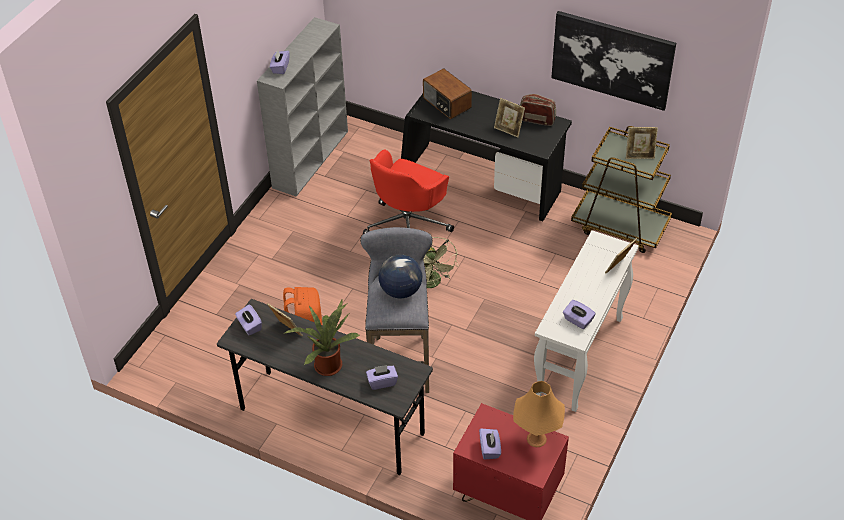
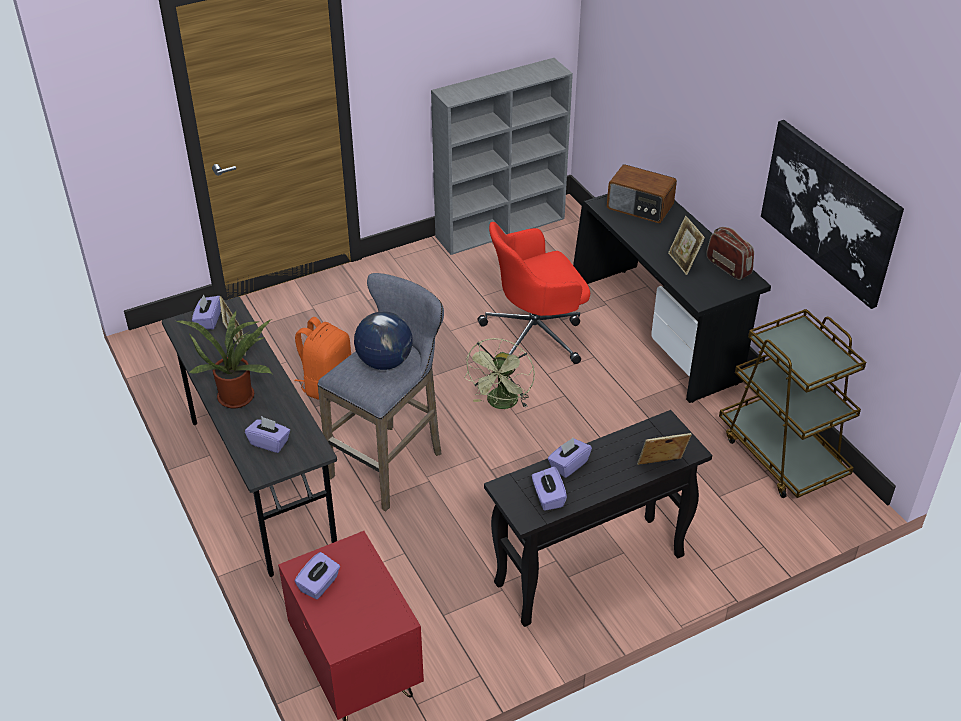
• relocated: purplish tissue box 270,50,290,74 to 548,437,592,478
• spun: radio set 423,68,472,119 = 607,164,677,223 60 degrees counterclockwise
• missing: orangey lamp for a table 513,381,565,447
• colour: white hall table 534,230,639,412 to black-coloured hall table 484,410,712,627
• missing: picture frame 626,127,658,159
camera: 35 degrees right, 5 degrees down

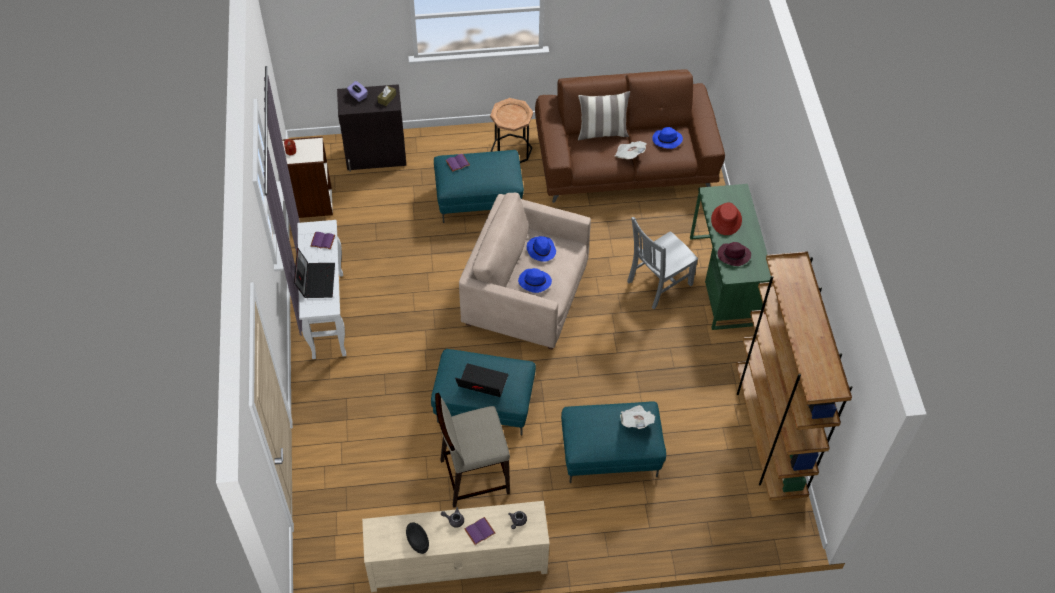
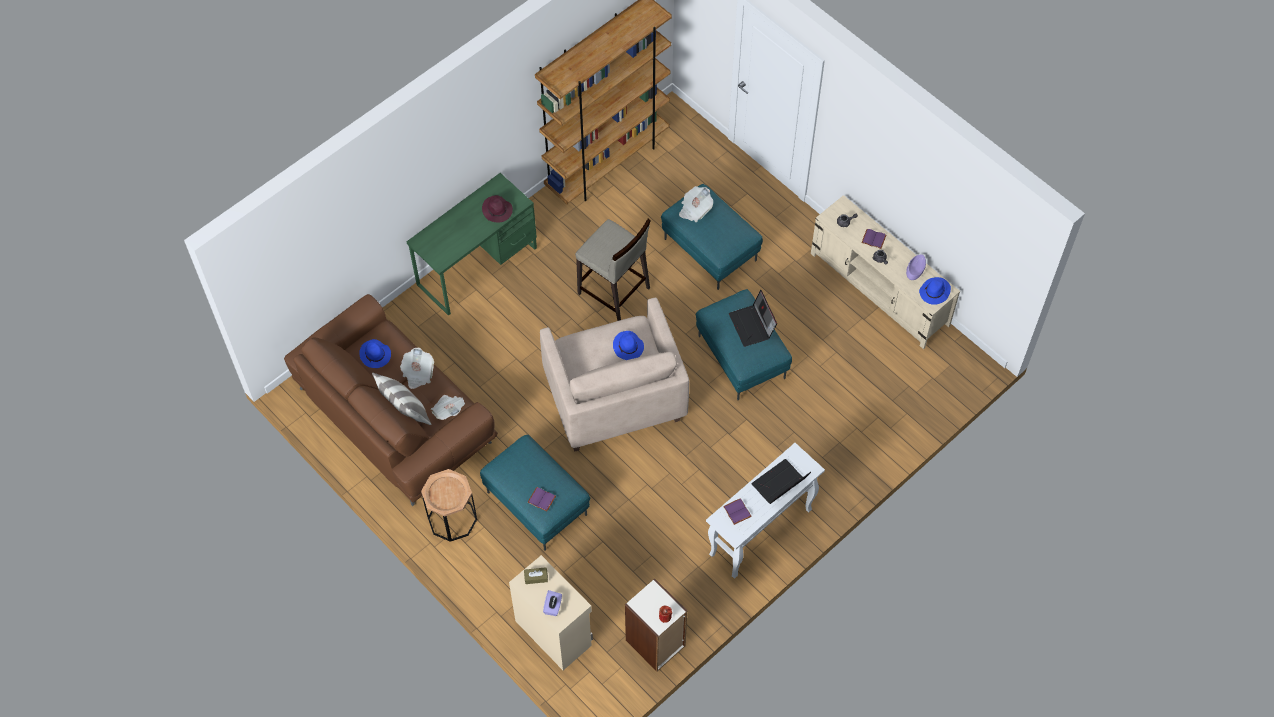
• colour: black-coloured cabinet 337,84,406,171 to beige-coloured cabinet 509,555,593,670
• colour: black-coloured serving bowl 406,522,429,554 to purplish serving bowl 906,254,926,280
• relocated: beige-coloured stool 435,393,510,508 to 575,219,651,321
• relocated: blue-coloured wearable hat 527,236,556,262 to 919,277,951,305
• missing: gray upright chair 627,217,698,309
• missing: reddish wearable hat 711,203,742,235
• appeared: daily paper 431,395,465,420
camera: 125 degrees left, 5 degrees up

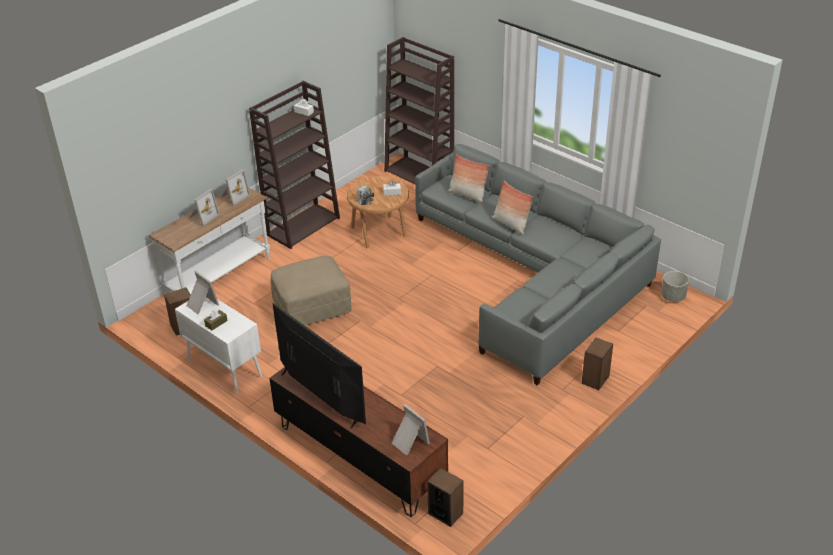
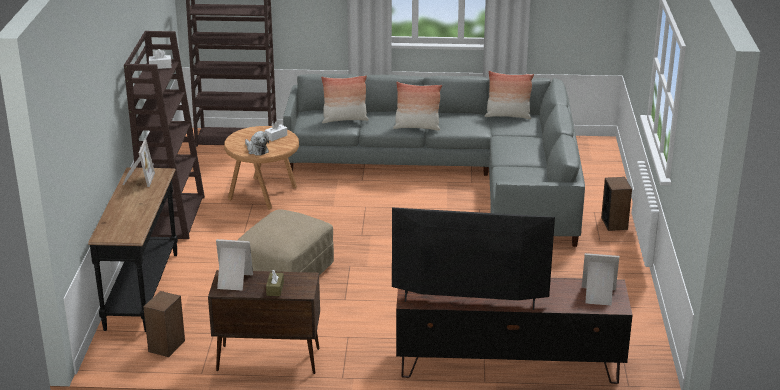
• colour: white hall table 148,187,270,294 to black-coloured hall table 88,167,178,332
• colour: white cabinet 175,297,262,394 to brown cabinet 208,270,320,374
• missing: picture frame 190,189,220,226
• missing: audio speaker 427,468,464,527
• missing: gray flower pot 661,271,689,302
• appeared: cushion 485,71,534,119
camera: 40 degrees left, 10 degrees down

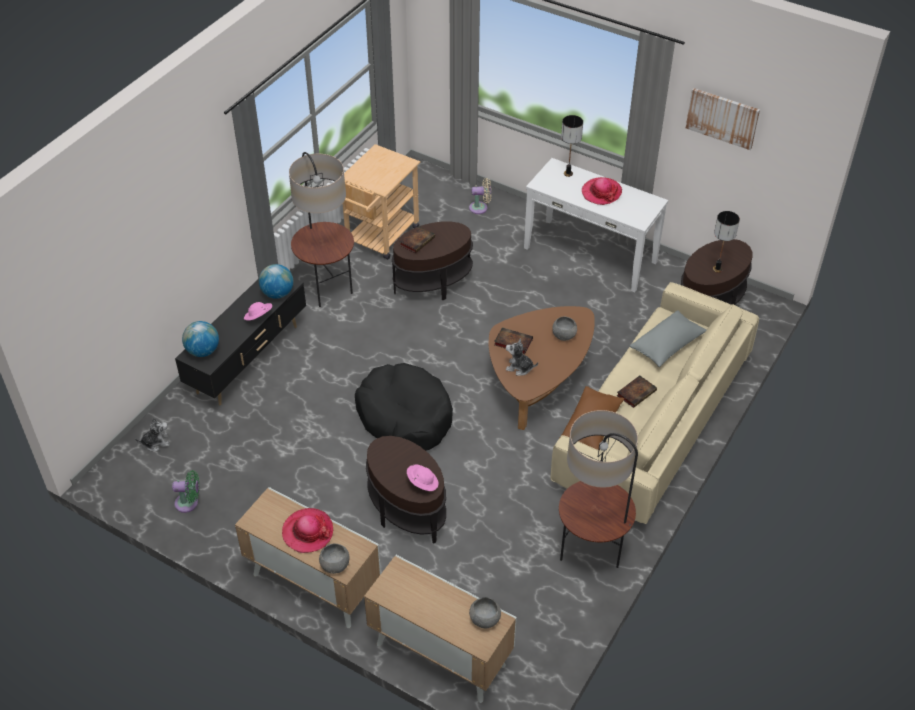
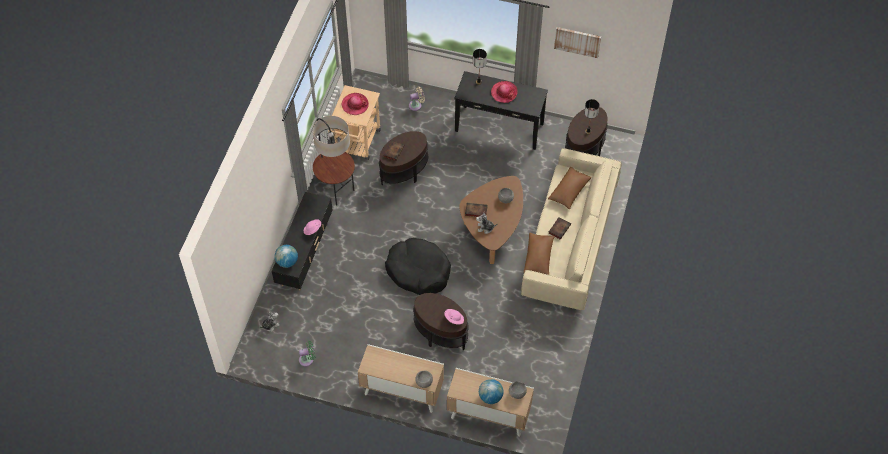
• relocated: world globe 259,264,293,299 to 479,379,503,404
• relocated: wearable hat 282,508,333,553 to 341,93,369,115
• colour: white hall table 524,158,668,292 to black-coloured hall table 455,71,548,150
• missing: standing lamp 559,410,638,568
• colour: gray cushion 629,310,707,367 to brown cushion 548,167,592,209
camera: 15 degrees left, 10 degrees up

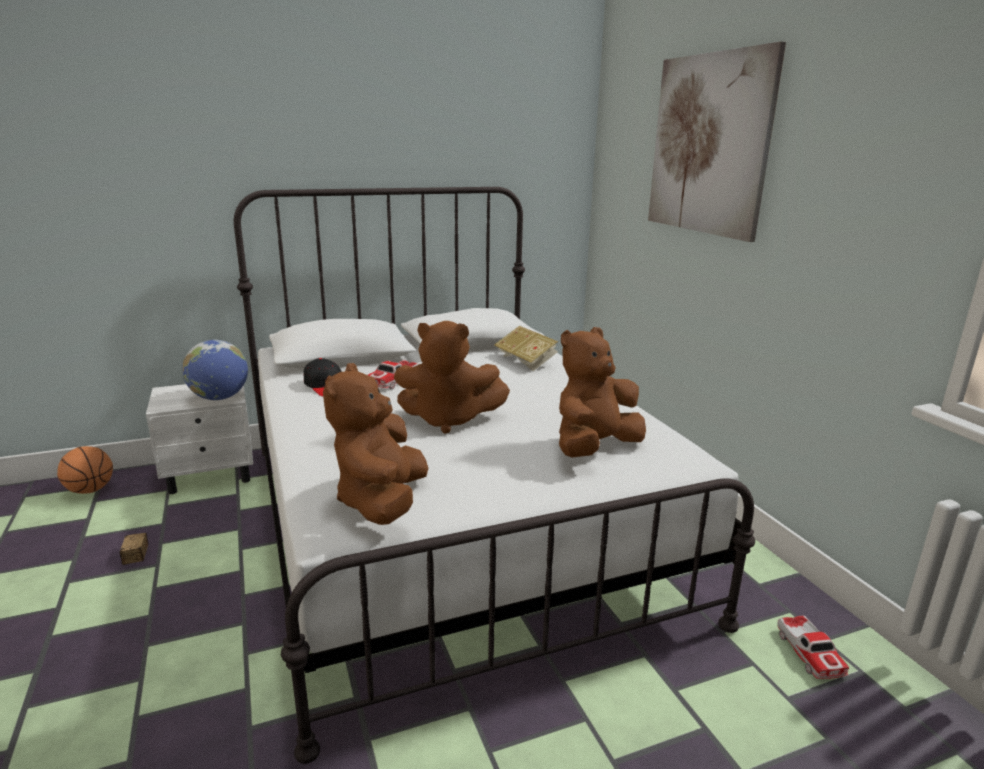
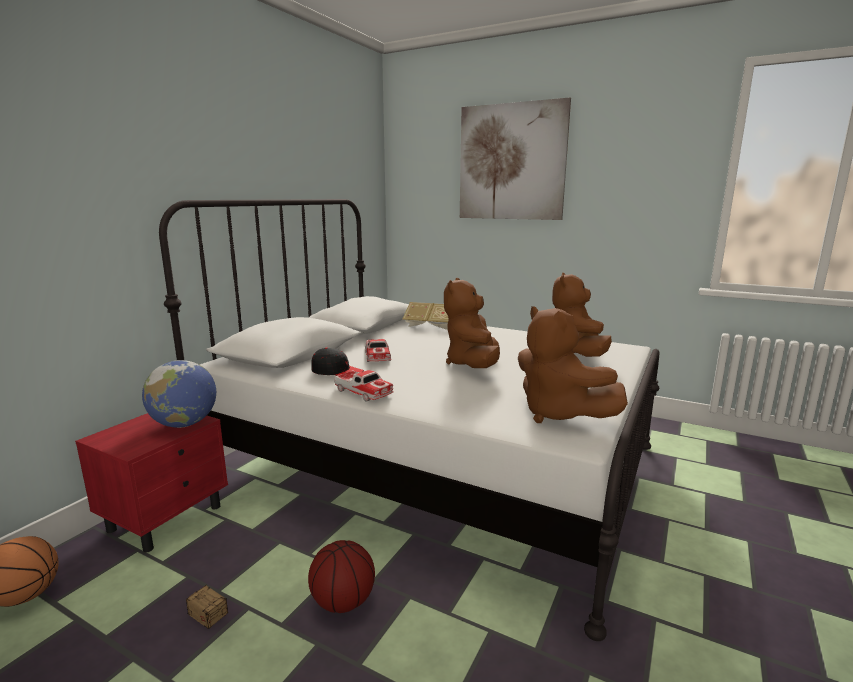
• colour: white nightstand 146,384,253,494 to reddish nightstand 75,413,228,553
• spun: brown plush toy 394,321,510,434 = 444,278,500,368 135 degrees clockwise
• relocated: miniature car 777,616,849,679 to 334,370,394,402
• appeared: basketball ball 308,540,375,613
camera: 40 degrees left, 5 degrees down

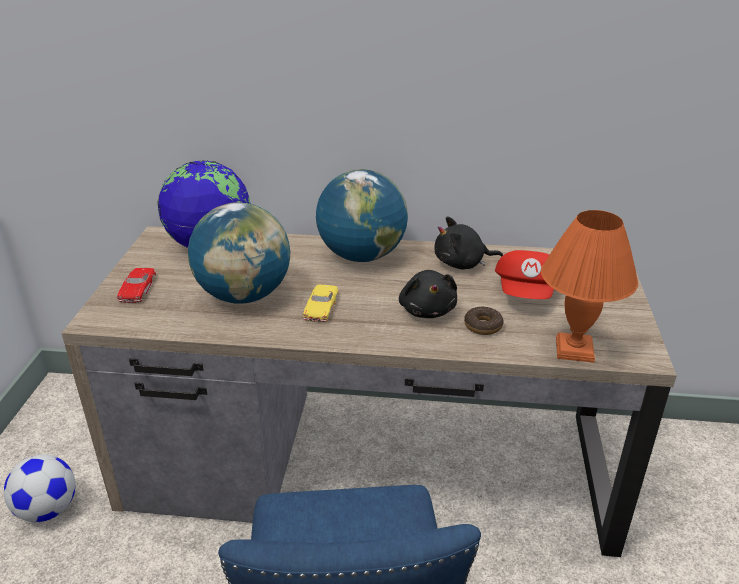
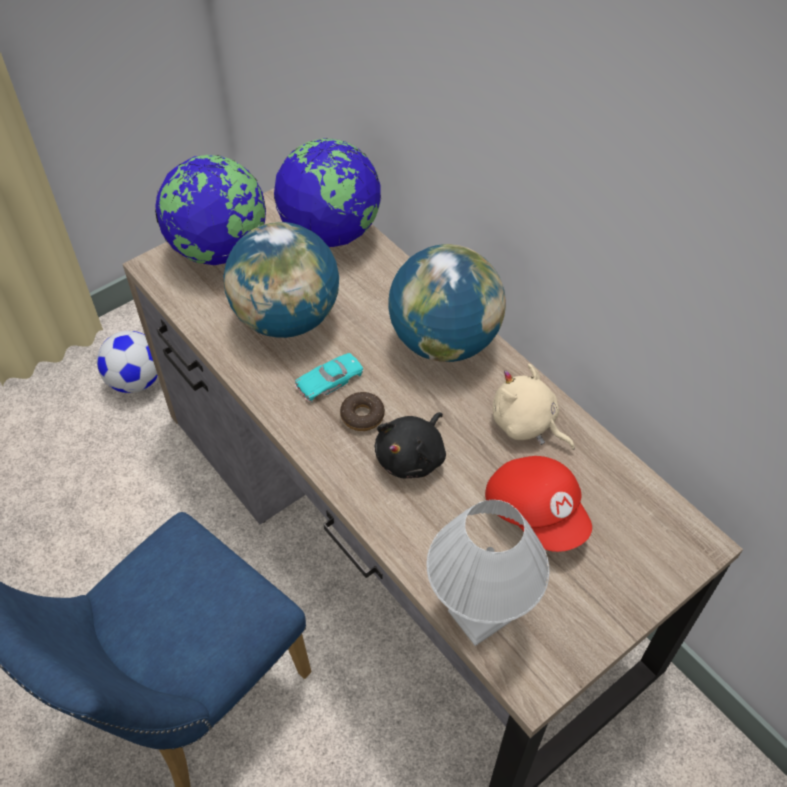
• exchanged: reddish miniature car 117,268,156,303 to world globe 155,155,266,265
• colour: yellow-coloured miniature car 303,284,338,322 to turquoise-coloured miniature car 295,353,363,402
• colour: black-coloured plush toy 435,217,503,269 to beige-coloured plush toy 493,363,575,450
• relocated: doughnut 464,307,504,335 to 340,392,385,431
• spun: reddish peaked cap 495,250,554,299 = 485,456,592,552 90 degrees counterclockwise
• colour: orangey lamp for a table 541,210,638,363 to white lamp for a table 426,500,550,646
camera: 45 degrees right, 20 degrees up

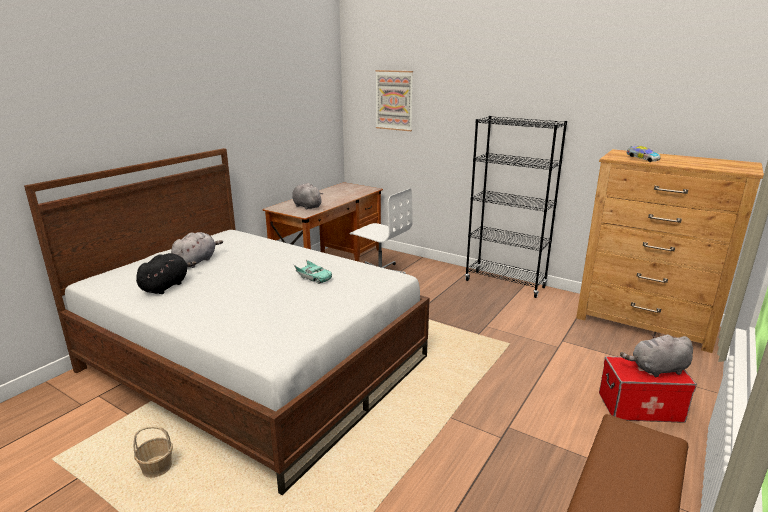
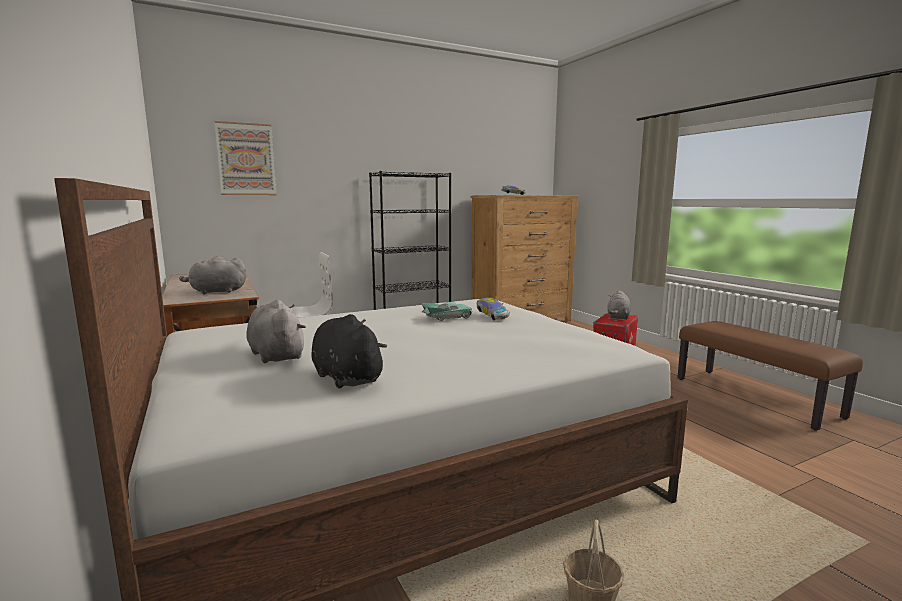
• appeared: miniature car 477,298,510,320
camera: 60 degrees left, 10 degrees down

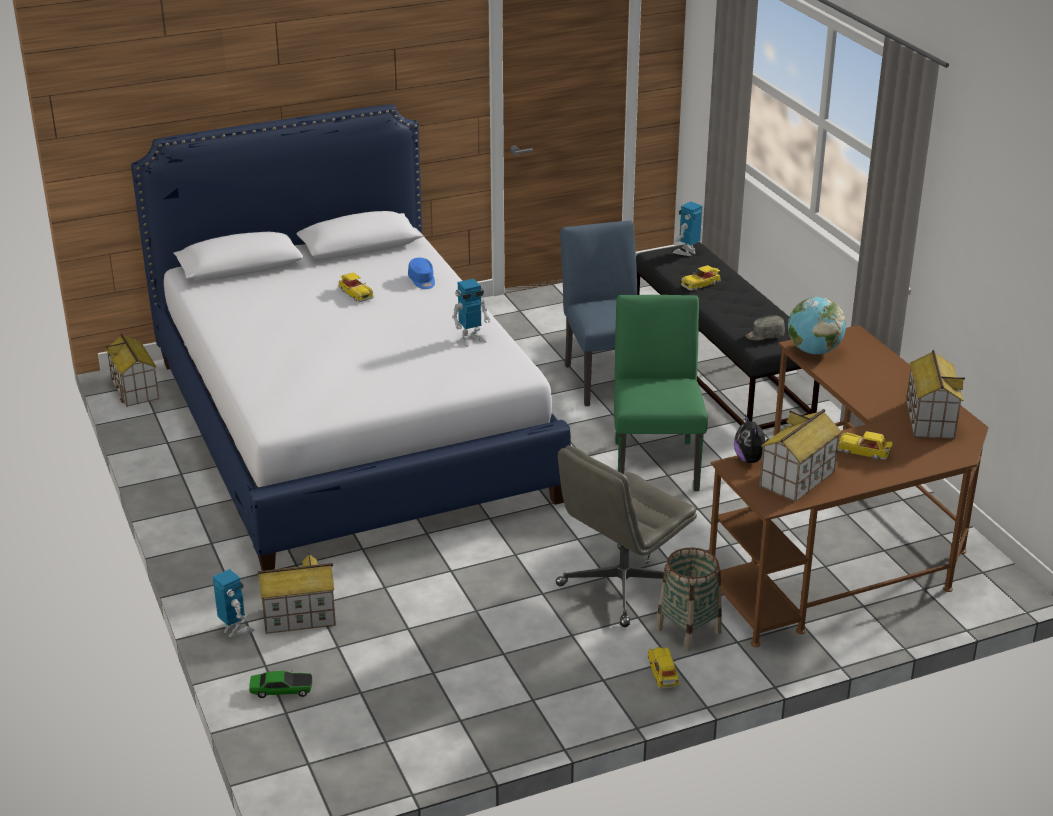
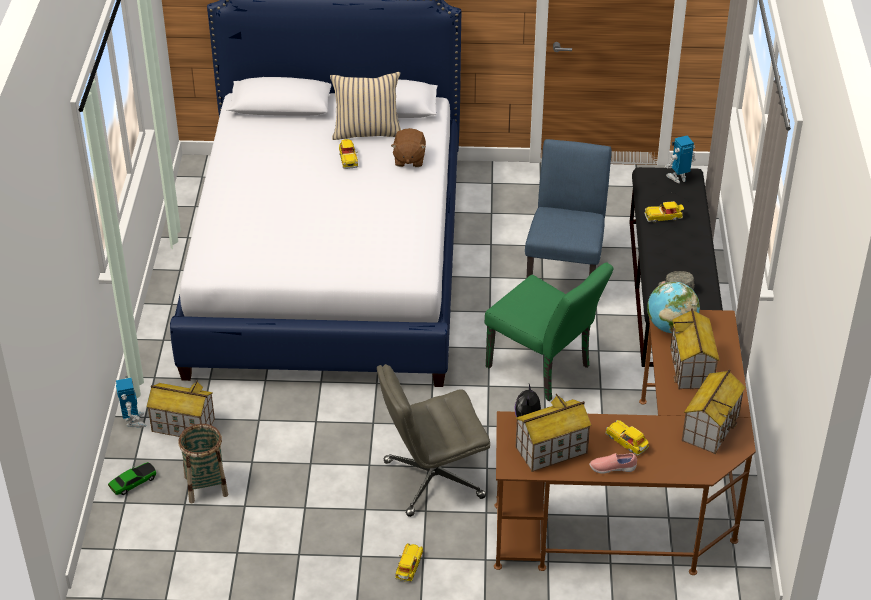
• relocated: model house 106,333,159,407 to 670,308,719,389
• spun: miniature car 249,670,312,698 = 108,462,156,495 60 degrees counterclockwise
• exchanged: blue-coloured peaked cap 408,258,435,289 to brown plush toy 391,128,426,167
• missing: toy robot 452,279,490,347
• spun: green-coloured upright chair 614,295,708,491 = 485,262,614,401 105 degrees clockwise
• relocated: household basket 656,548,722,651 to 179,424,228,503
• appeared: beige-coloured cushion 330,72,401,140
• appeared: pinkish item of footwear 589,453,637,474
camera: 25 degrees right, 10 degrees up

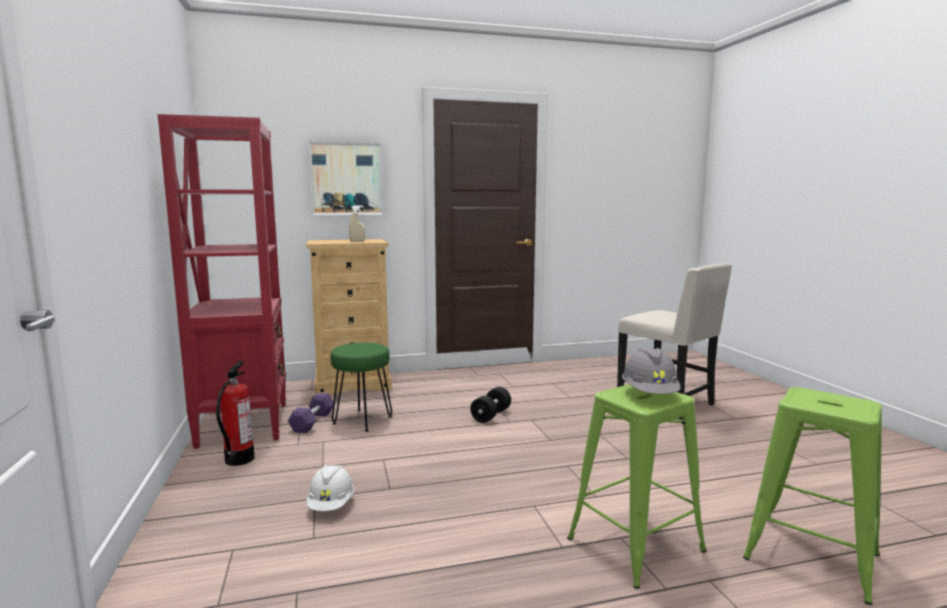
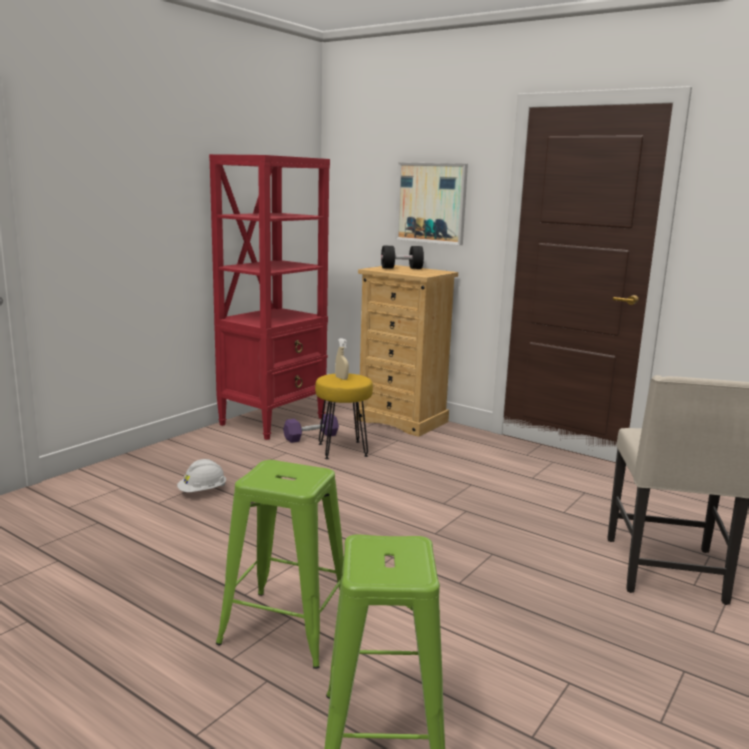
• missing: extinguisher 216,361,255,466
• colour: green-coloured stool 330,343,392,432 to yellow-coloured stool 315,373,373,459
• relocated: beige-coloured spray bottle 349,205,365,242 to 335,338,349,380
• relocated: black-coloured dumbbell 470,387,511,423 to 381,246,424,269
• missing: gray work helmet 622,348,681,394
camera: 50 degrees right, 5 degrees up

